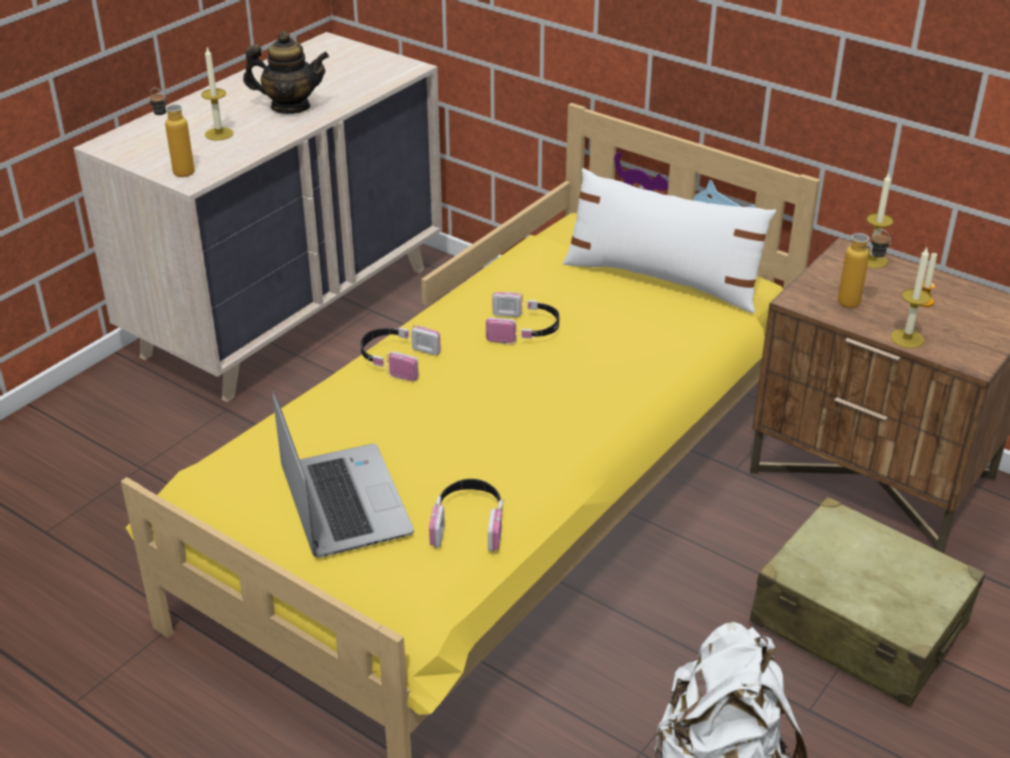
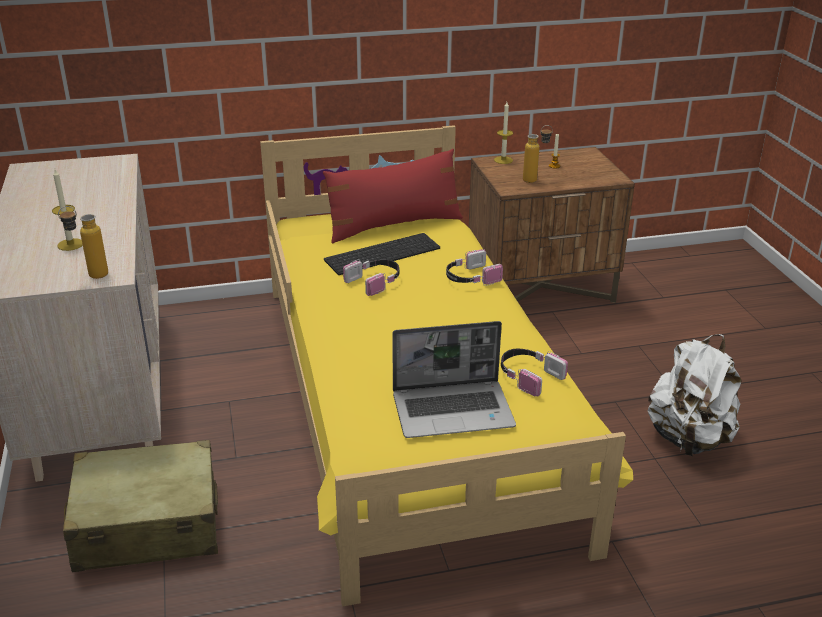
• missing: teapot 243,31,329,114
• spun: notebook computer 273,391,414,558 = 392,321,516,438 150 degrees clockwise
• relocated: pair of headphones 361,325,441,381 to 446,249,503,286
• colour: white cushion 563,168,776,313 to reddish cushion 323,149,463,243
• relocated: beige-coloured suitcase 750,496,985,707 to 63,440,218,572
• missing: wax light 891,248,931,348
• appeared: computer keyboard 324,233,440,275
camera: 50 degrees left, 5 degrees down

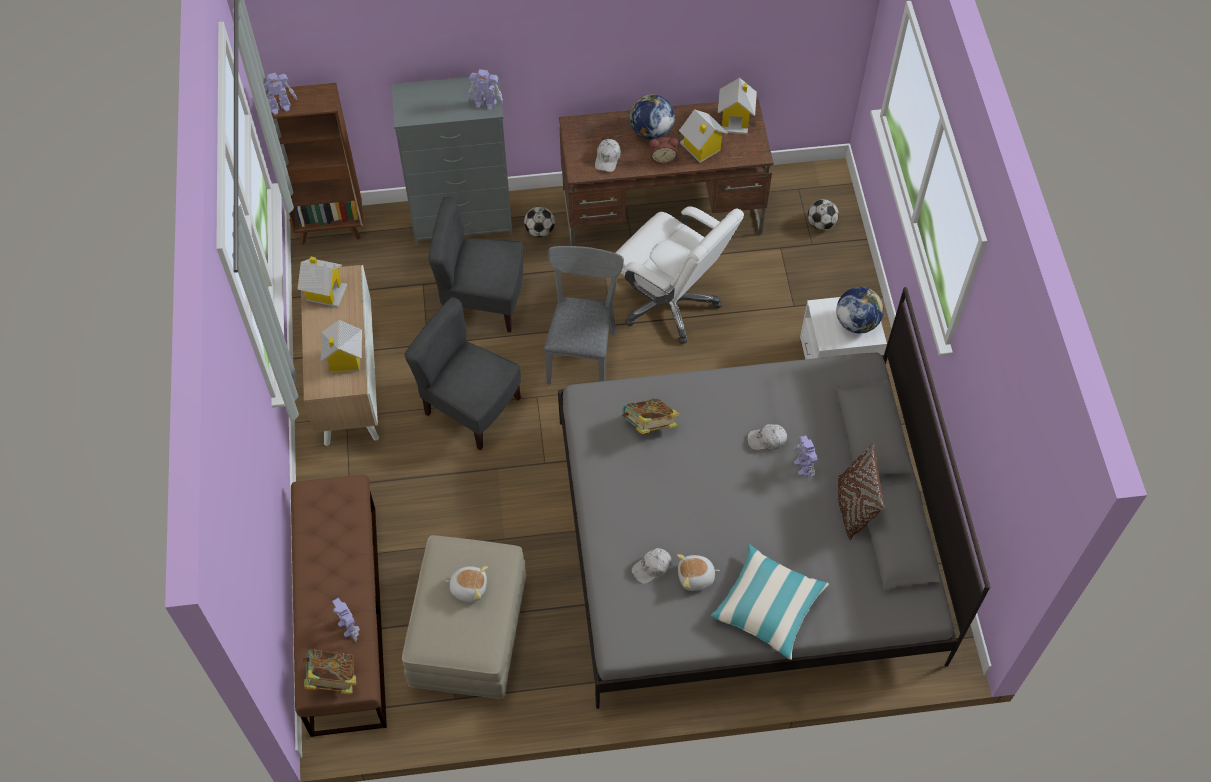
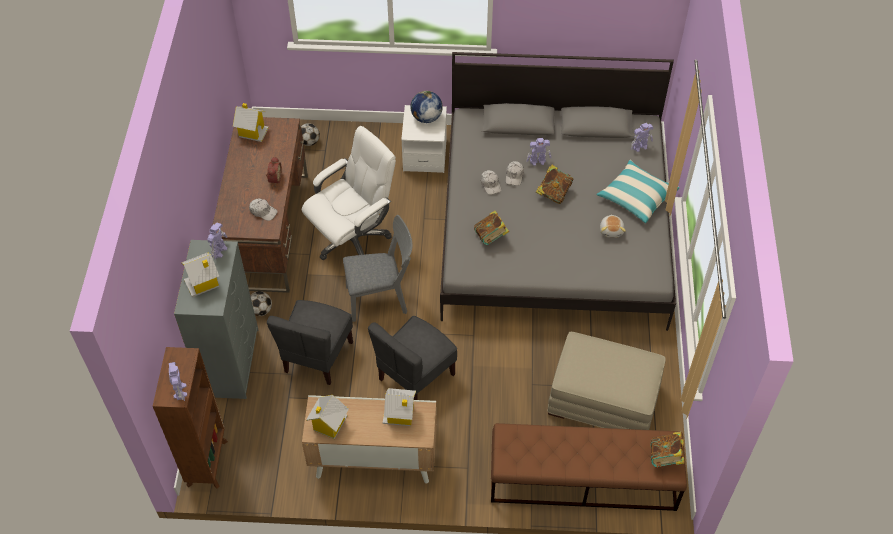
• relocated: toy robot 332,597,360,642 to 631,123,653,152
• missing: plush toy 445,566,488,602
• spun: gray upright chair 544,246,624,385 = 343,215,412,322 150 degrees clockwise
• missing: world globe 629,95,675,140
• relocated: white peaked cap 632,548,671,584 to 481,170,502,195
• relocated: model house 679,109,728,163 to 182,253,219,297
• missing: brown cushion 838,443,885,540
• appeared: bound book 536,165,573,204
camera: 80 degrees left, 5 degrees down

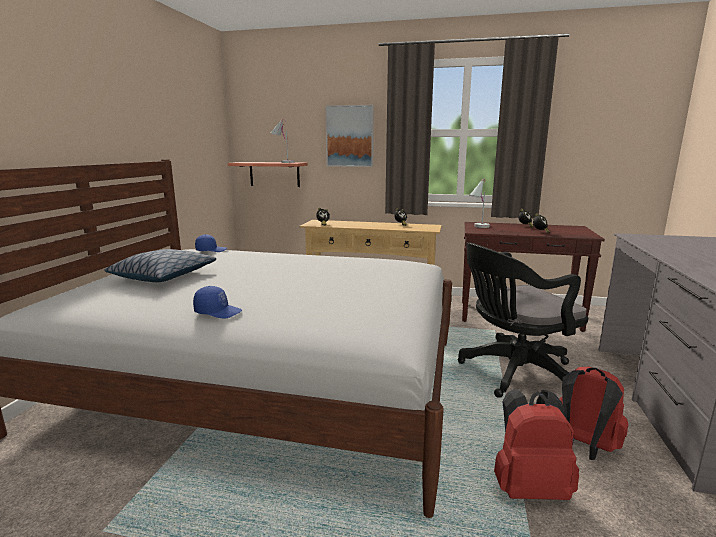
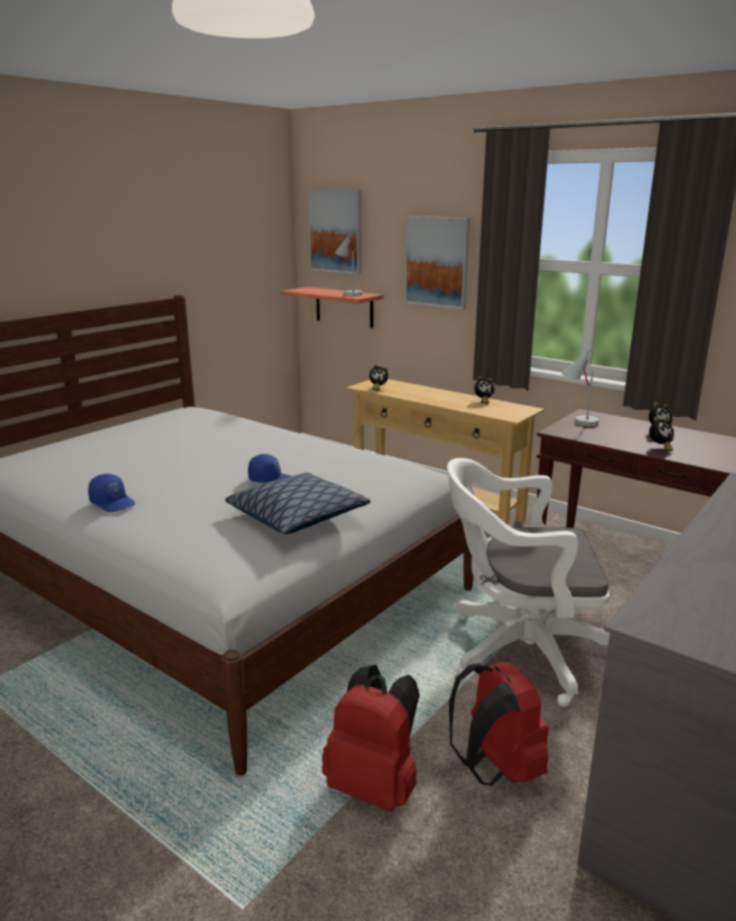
• relocated: cushion 104,249,216,282 to 225,472,371,534
• relocated: blue-coloured peaked cap 195,234,227,252 to 248,454,292,483
• colour: black-coloured computer chair 458,243,589,398 to white computer chair 447,458,610,707
• appeared: wall picture 308,190,361,274
camera: 25 degrees right, 5 degrees up

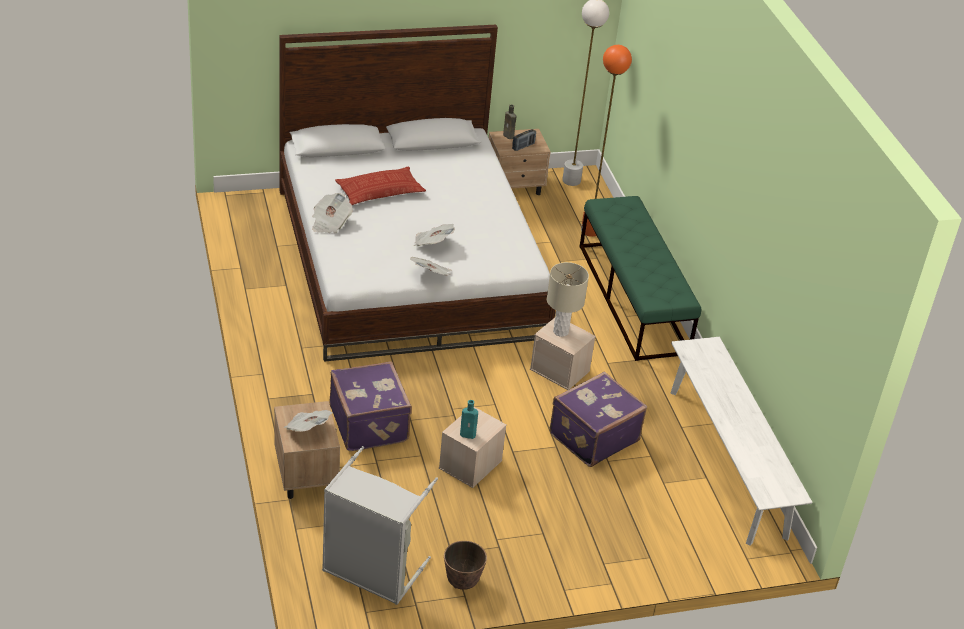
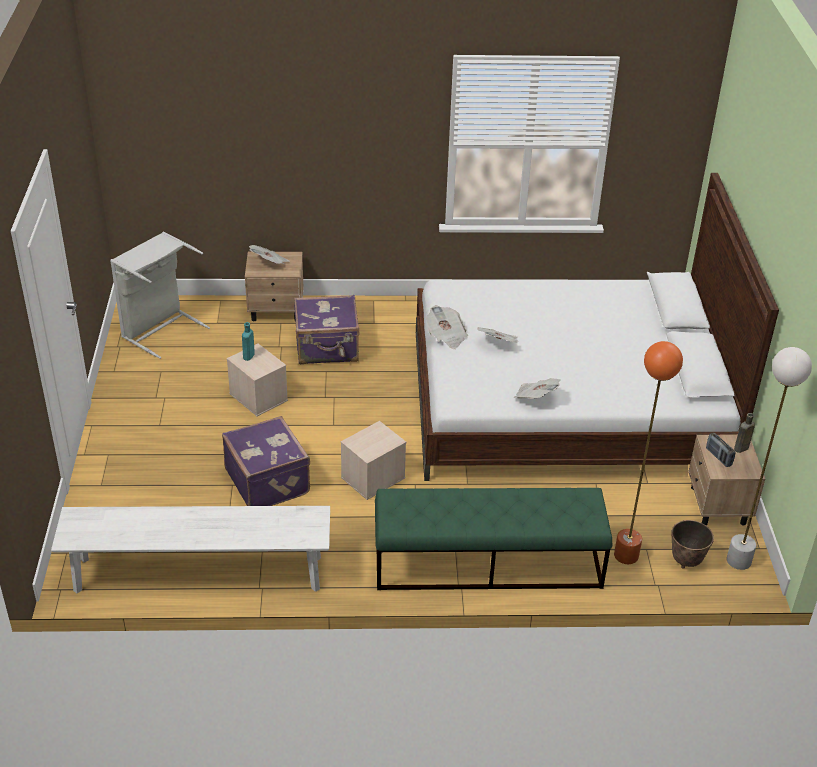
• relocated: daily paper 312,193,353,233 to 514,378,561,399
• missing: cushion 335,166,426,205
• relocated: flower pot 444,541,487,590 to 671,520,714,569
• missing: beige-coloured lamp for a table 547,262,589,337
camera: 105 degrees right, 0 degrees up

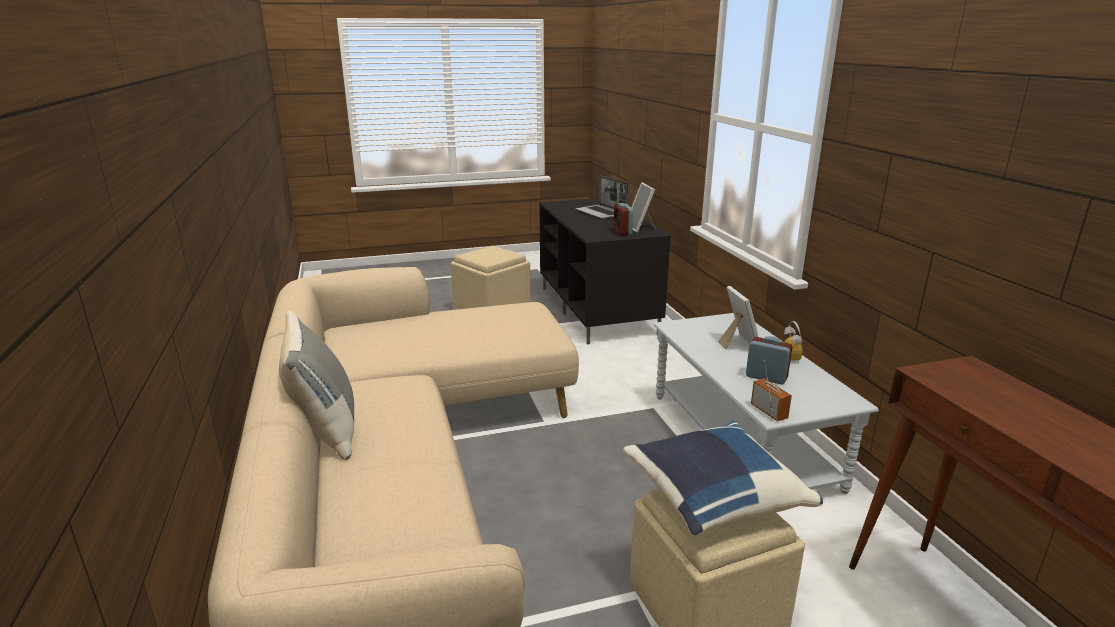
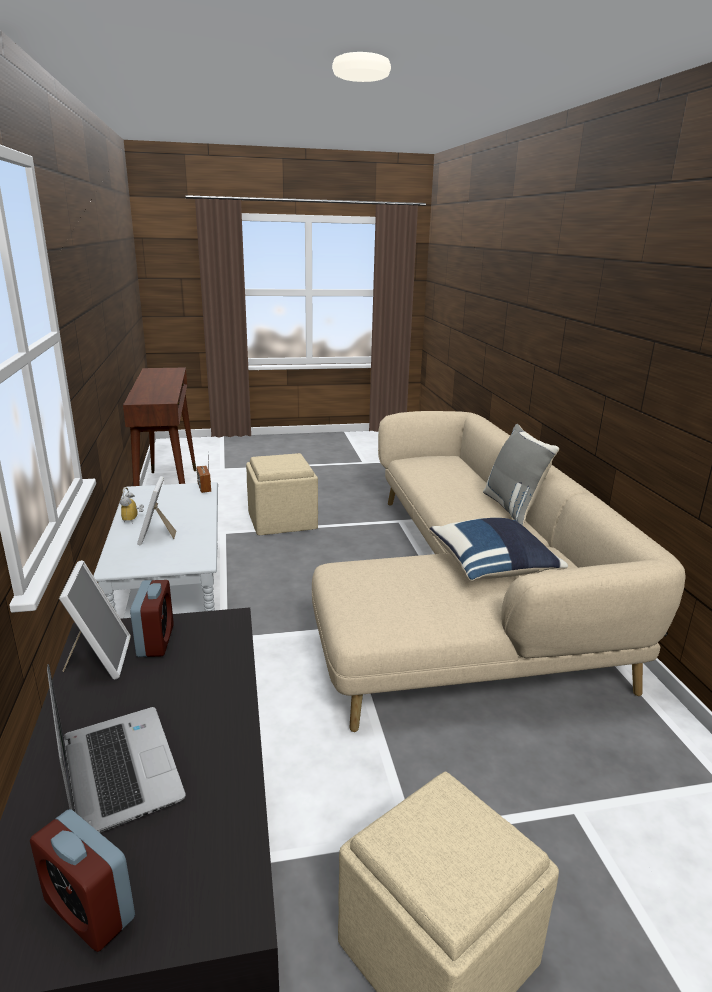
• relocated: blue-coloured cushion 623,421,823,536 to 429,518,568,581
• relocated: bedside clock 746,336,792,384 to 30,809,135,952
camera: 175 degrees left, 0 degrees up

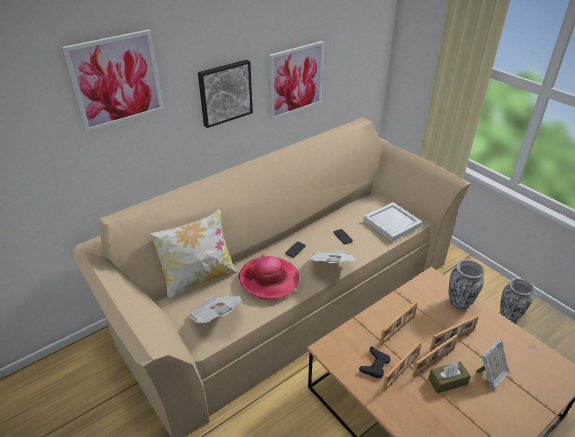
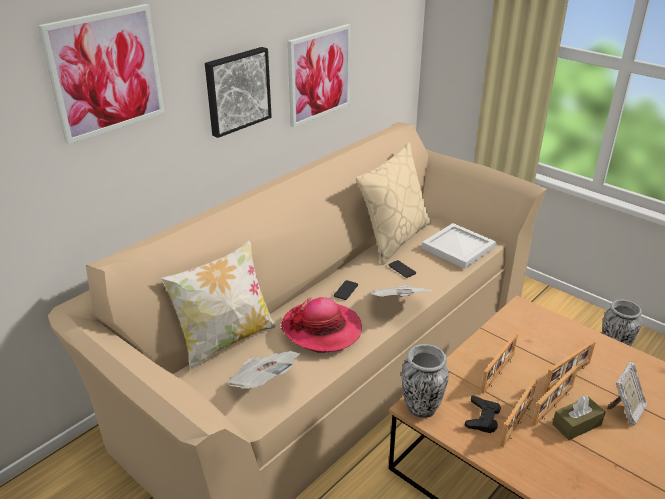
• relocated: decorative vase 448,260,484,309 to 401,344,449,418
• appeared: beige-coloured cushion 356,142,431,265
camera: 10 degrees left, 5 degrees down

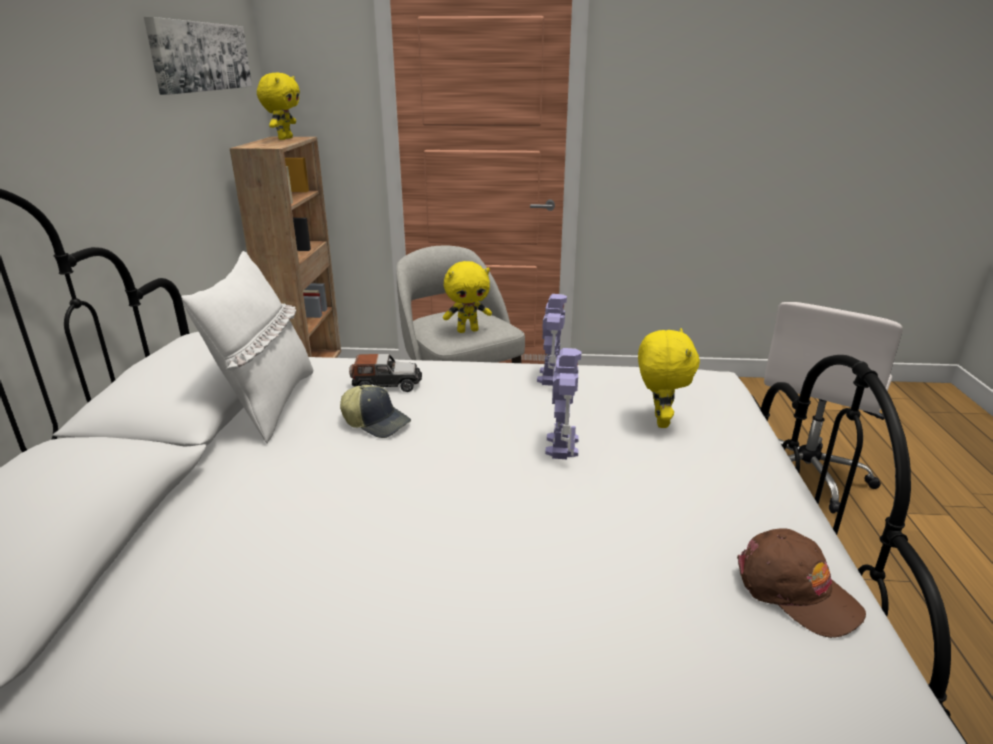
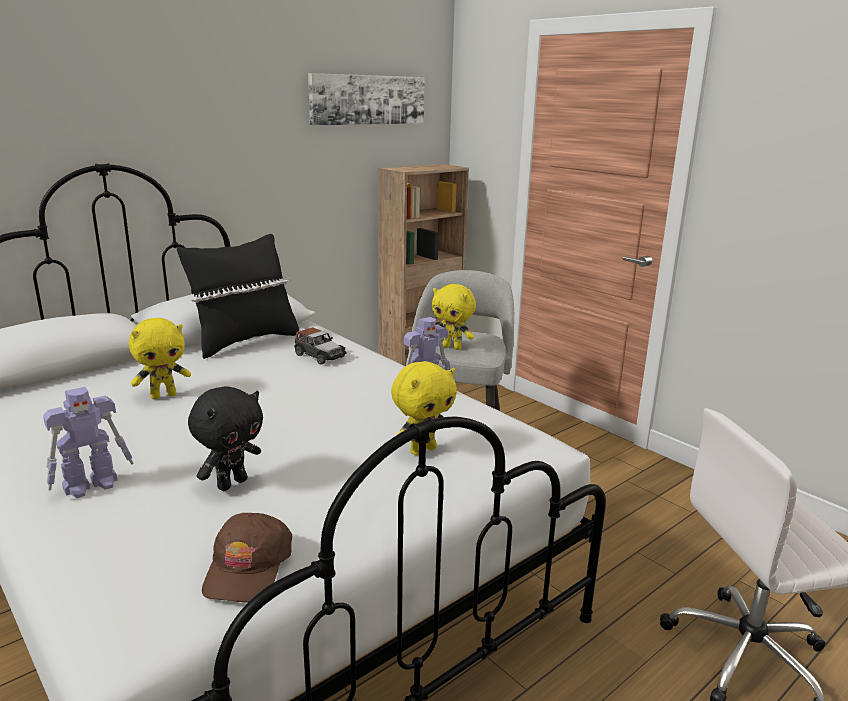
• colour: white cushion 181,251,313,444 to black-coloured cushion 177,234,299,359
• relocated: yellow-coloured plush toy 257,73,300,140 to 129,318,191,399
• missing: peaked cap 340,385,411,438
• relocated: toy robot 545,348,581,459 to 43,387,133,498
• appeared: black-coloured plush toy 188,386,263,491
camera: 45 degrees right, 5 degrees down

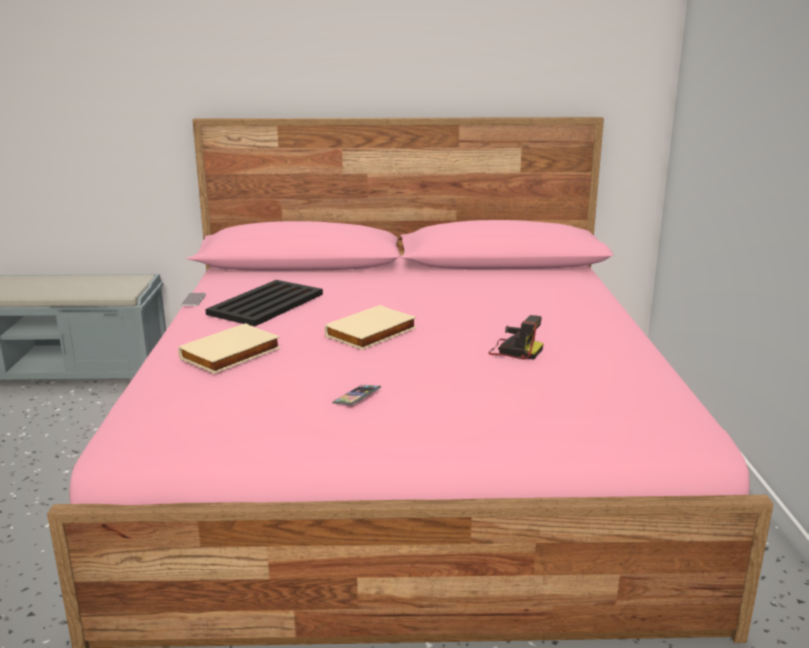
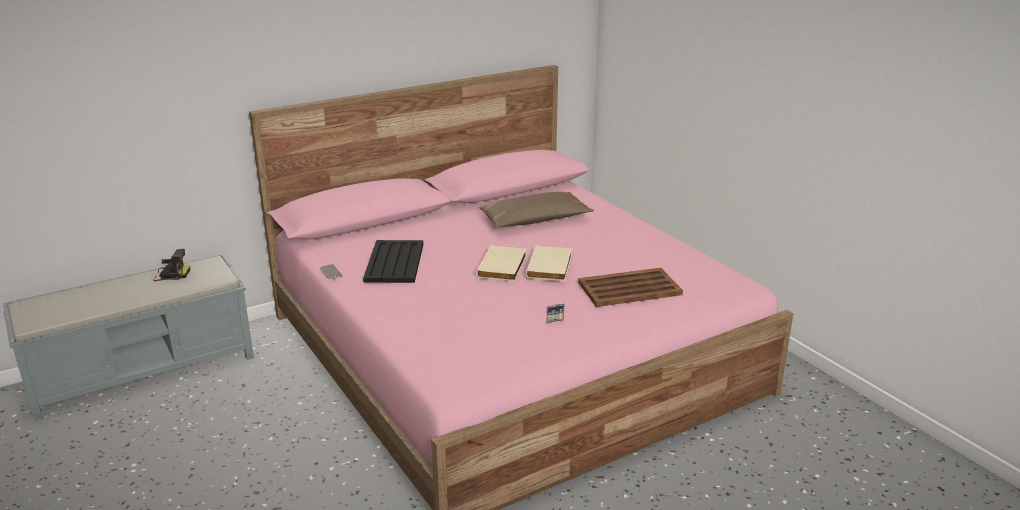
• relocated: beige-coloured bound book 178,323,281,374 to 526,245,572,281
• relocated: photo camera 488,315,544,360 to 153,249,190,281
• appeared: brown cushion 479,192,594,228
• appeared: brown serving tray 578,268,683,307
camera: 30 degrees left, 5 degrees up

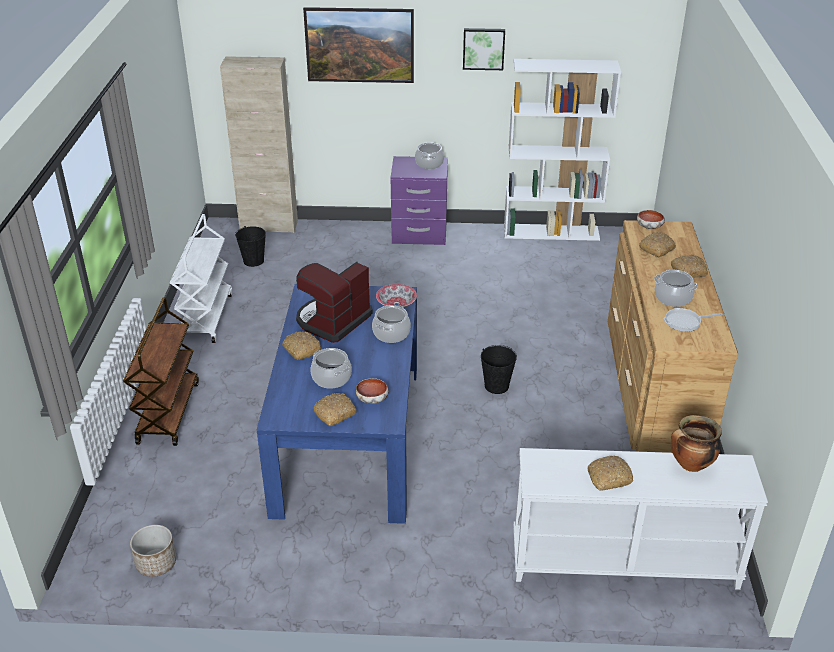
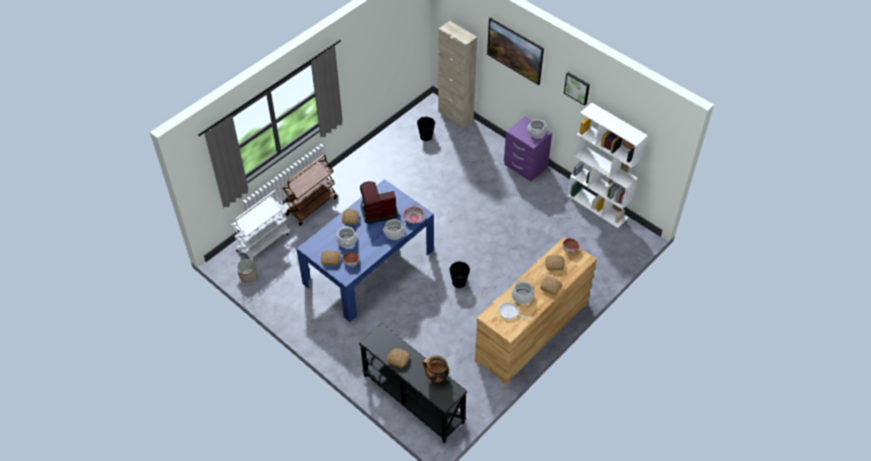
• relocated: white cart 170,214,232,343 to 232,190,290,260
• colour: white hall table 513,448,768,590 to black-coloured hall table 359,323,467,443
camera: 40 degrees right, 15 degrees up

